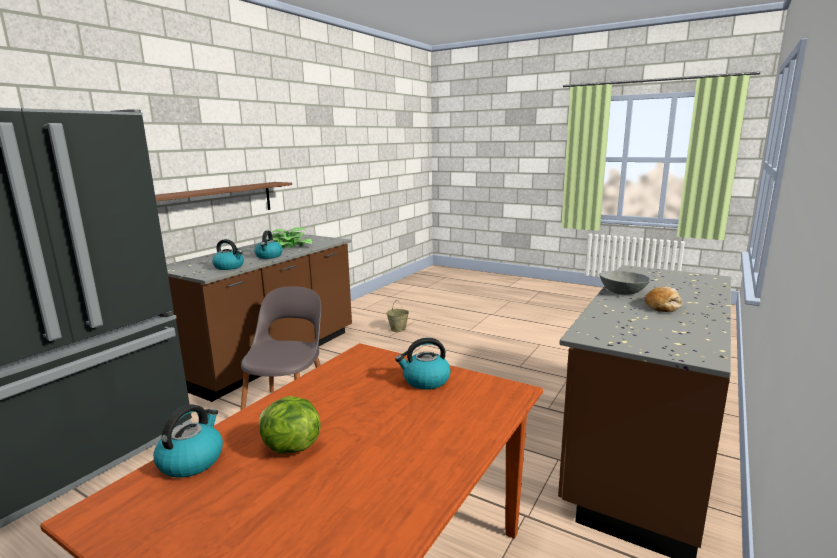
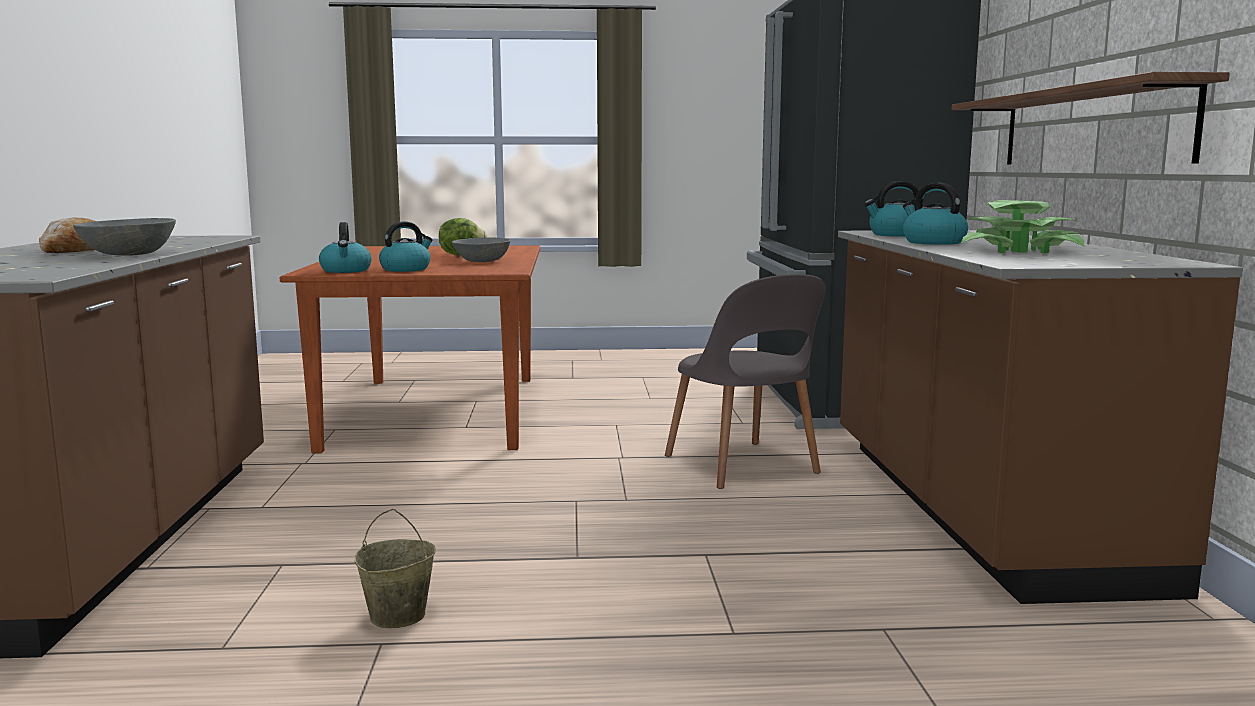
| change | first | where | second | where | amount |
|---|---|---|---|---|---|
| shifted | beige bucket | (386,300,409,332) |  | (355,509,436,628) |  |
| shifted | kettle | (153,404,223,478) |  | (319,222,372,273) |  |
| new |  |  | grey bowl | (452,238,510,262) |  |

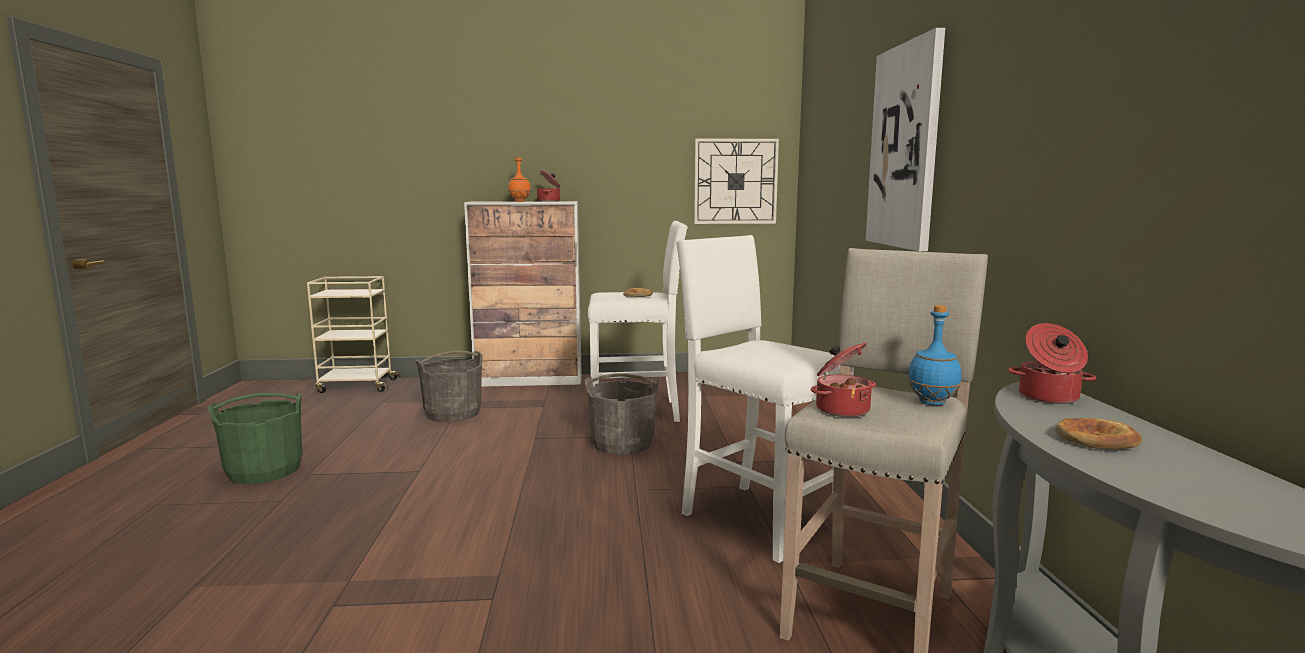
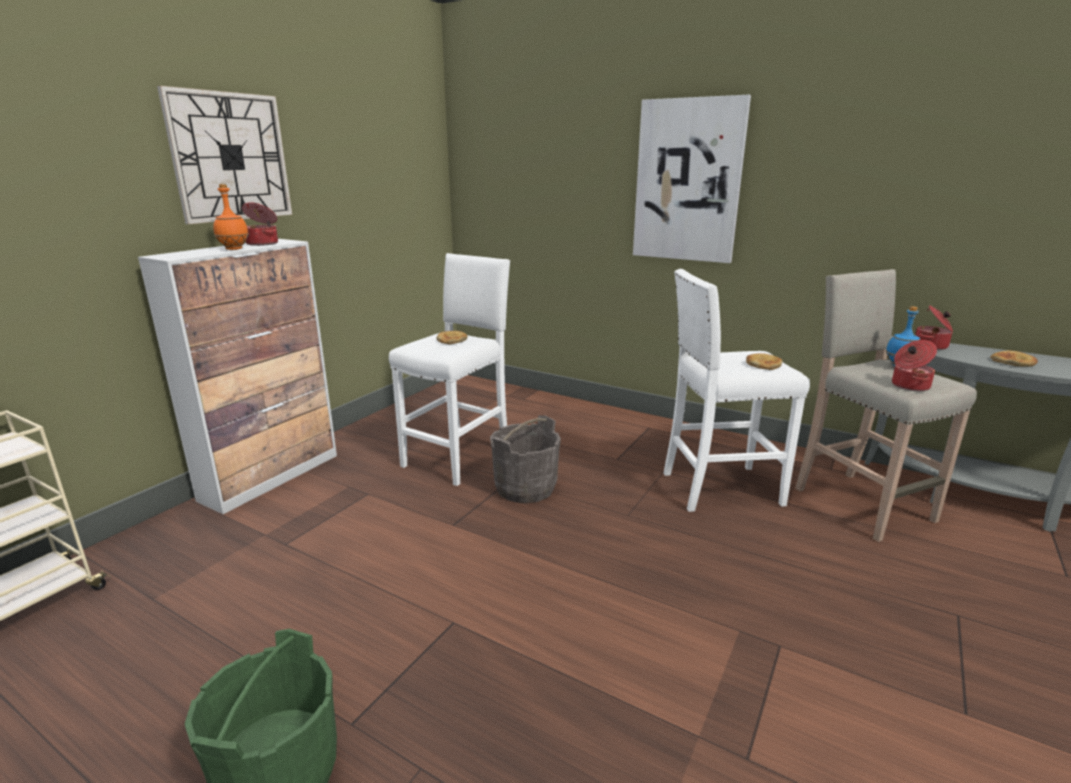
| change | first | where | second | where | amount |
|---|---|---|---|---|---|
| shifted | wall clock | (694,138,779,224) |  | (157,86,292,224) |  |
| gone | grey bucket | (415,351,483,422) |  |  |  |
| new |  |  | bread | (746,353,783,370) |  |

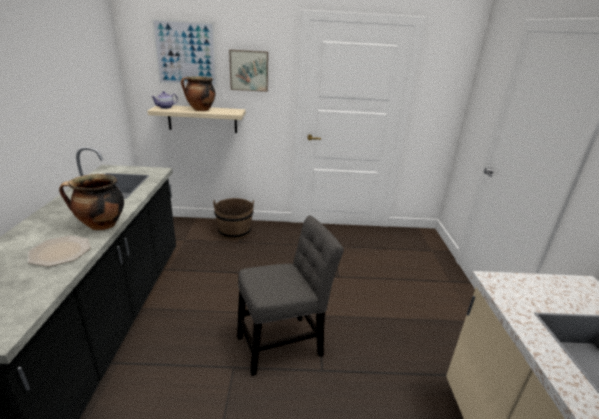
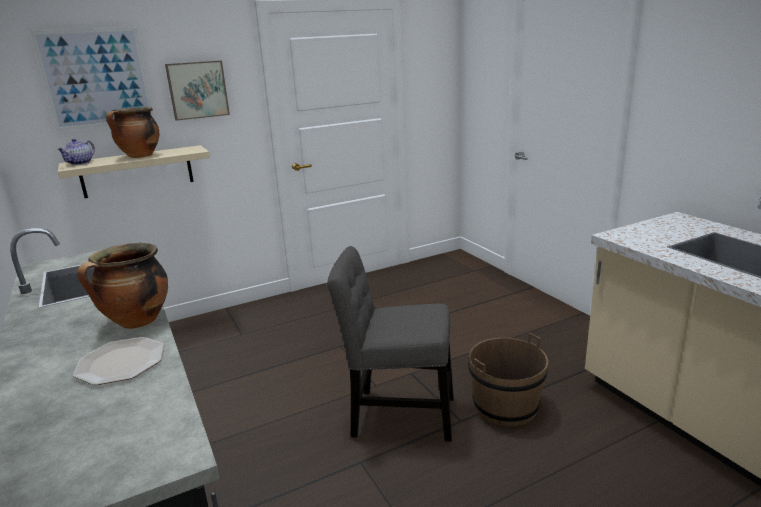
| change | first | where | second | where | amount |
|---|---|---|---|---|---|
| shifted | brown bucket | (213,198,254,240) |  | (468,333,548,426) |  |
| rotated | grey chair | (237,216,344,376) |  | (327,246,454,441) | 120 degrees counterclockwise |

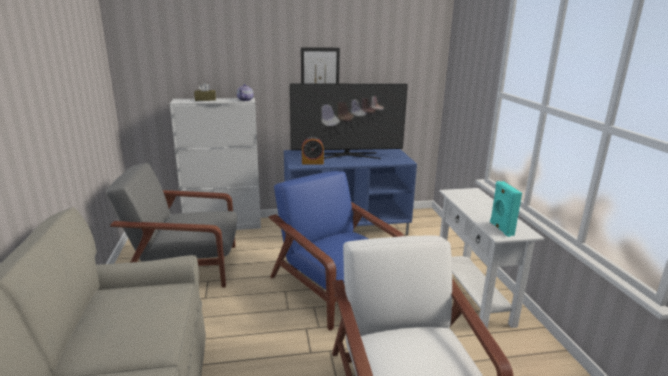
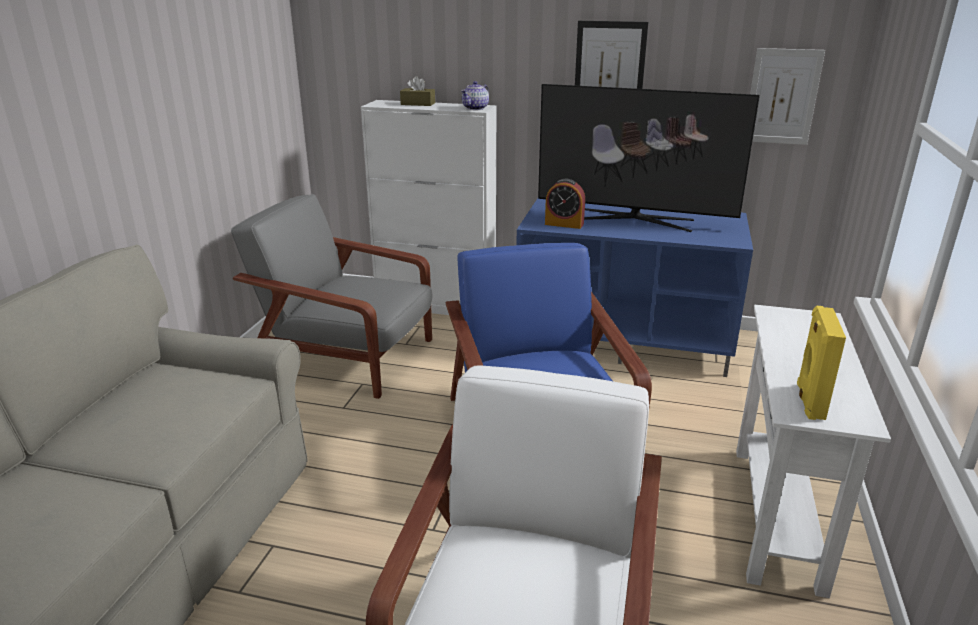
| change | first | where | second | where | amount |
|---|---|---|---|---|---|
| repainted | turquoise speaker | (490,181,522,237) | yellow speaker | (797,305,846,420) |  |
| new |  |  | picture | (750,48,825,145) |  |

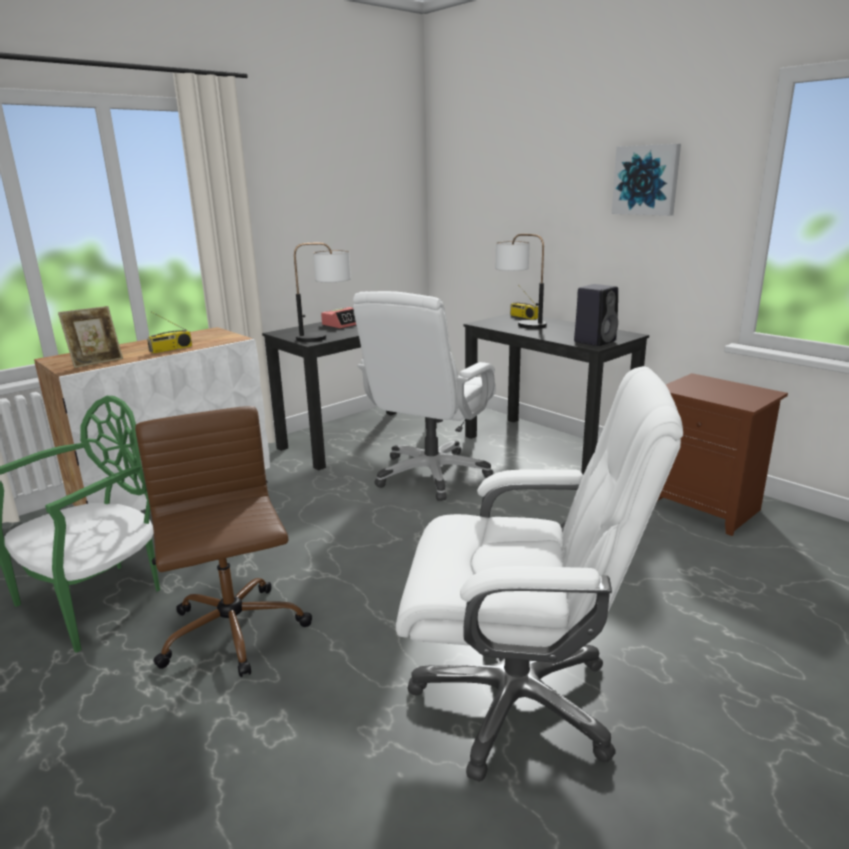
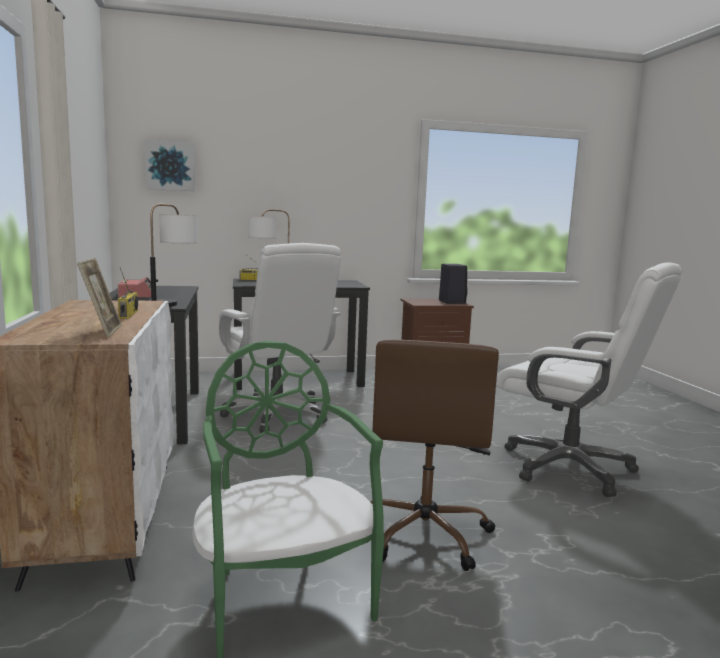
| change | first | where | second | where | amount |
|---|---|---|---|---|---|
| shifted | picture | (612,144,681,216) |  | (144,140,195,191) |  |
| shifted | black speaker | (574,284,618,346) |  | (439,264,468,304) |  |
| rotated | white office chair | (396,366,683,782) |  | (496,262,682,497) | 90 degrees clockwise |
| rotated | brown office chair | (135,406,312,677) |  | (370,340,499,571) | 90 degrees counterclockwise |

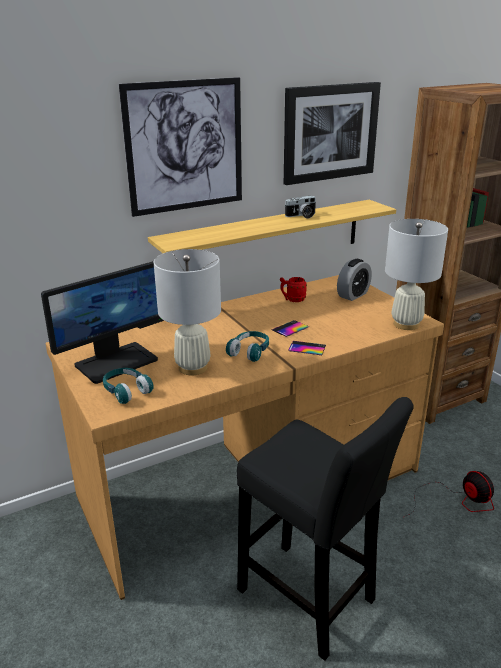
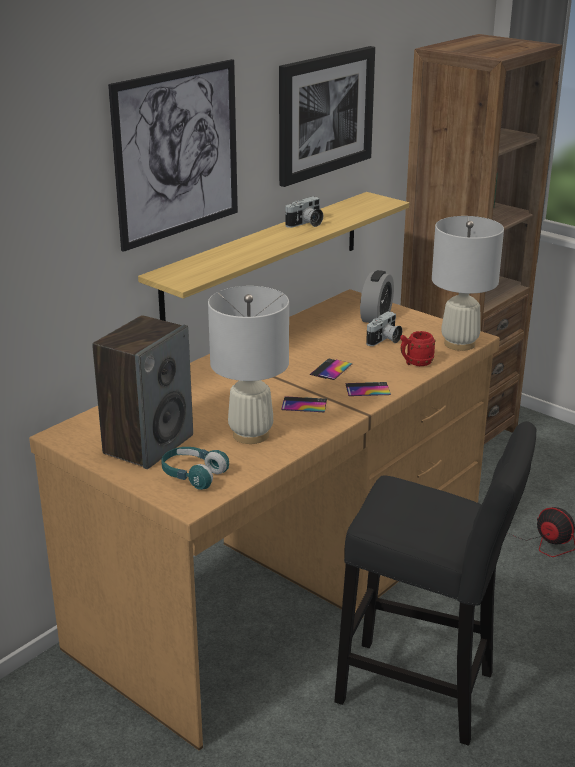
| change | first | where | second | where | amount |
|---|---|---|---|---|---|
| swapped | monitor | (41,261,164,384) | speaker | (92,315,193,469) |  |
| shifted | red mug | (280,277,307,302) |  | (400,331,436,366) |  |
| swapped | turquoise headphones | (226,331,269,362) | phone | (281,396,327,412) |  |
| new |  |  | photo camera | (366,311,402,346) |  |

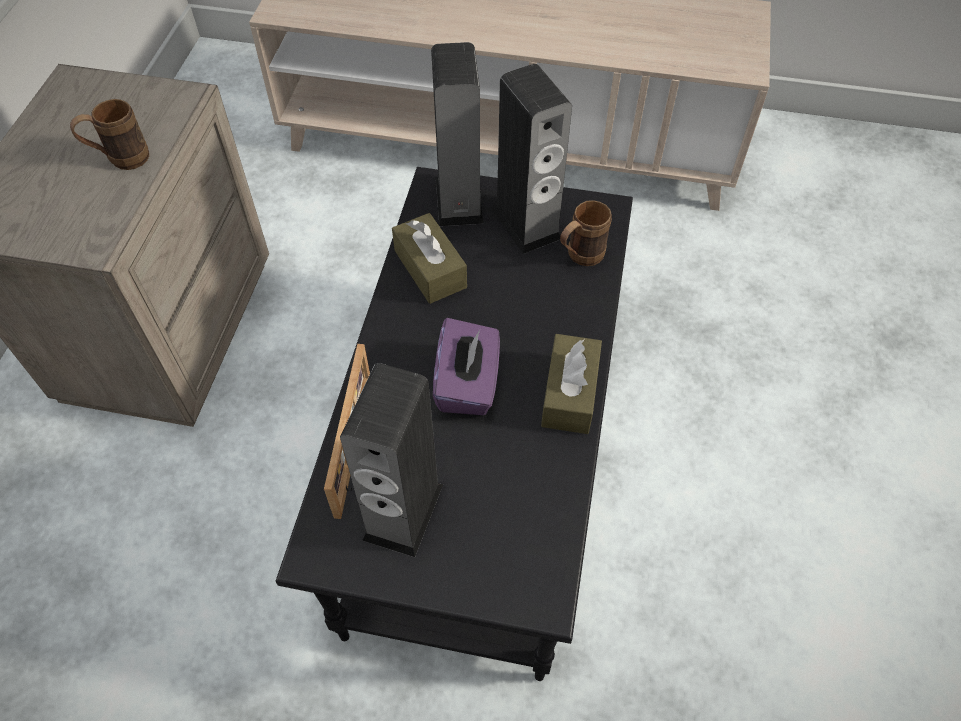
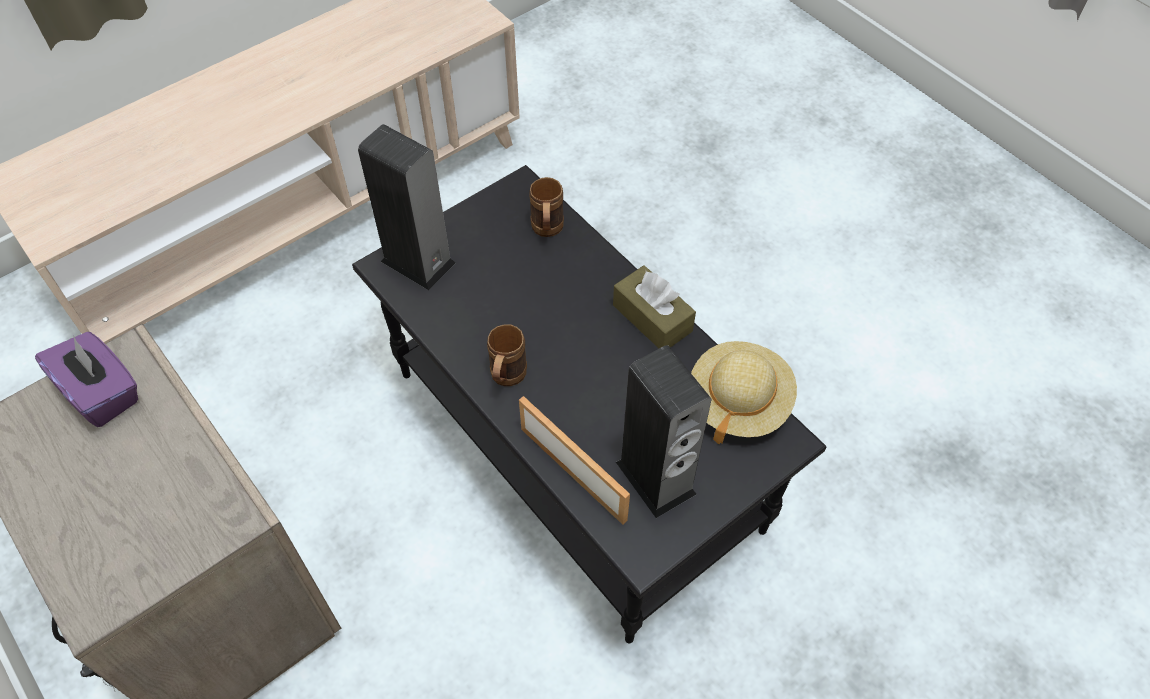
| change | first | where | second | where | amount |
|---|---|---|---|---|---|
| gone | speaker | (493,64,572,254) |  |  |  |
| shifted | brown mug | (70,99,149,170) |  | (487,325,527,386) |  |
| gone | brown tissue box | (392,213,467,304) |  |  |  |
| shifted | purple tissue box | (433,318,500,415) |  | (35,332,138,427) |  |
| new |  |  | beige hat | (691,341,797,444) |  |

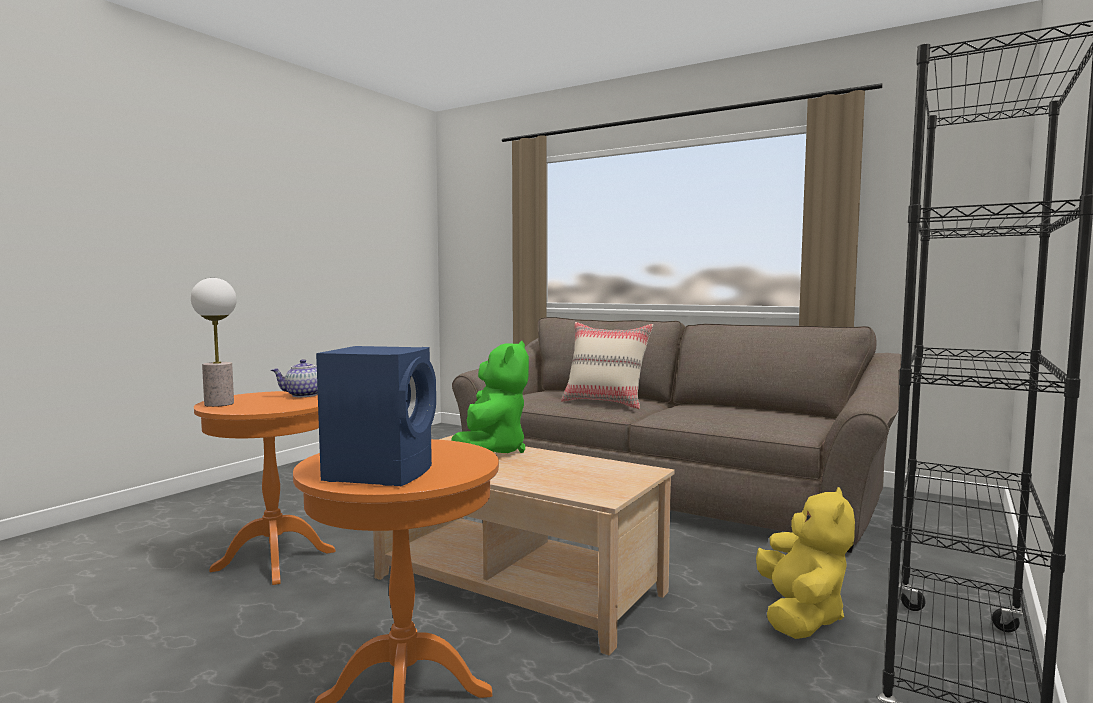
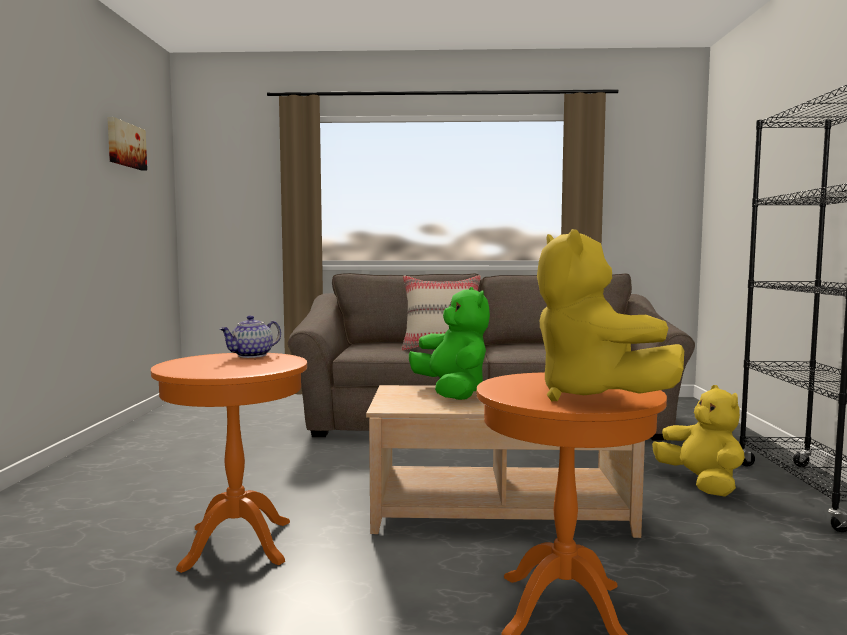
| change | first | where | second | where | amount |
|---|---|---|---|---|---|
| gone | table lamp | (191,278,237,407) |  |  |  |
| swapped | blue speaker | (316,346,436,486) | yellow plush toy | (537,229,684,401) |  |
| new |  |  | picture | (107,117,147,171) |  |

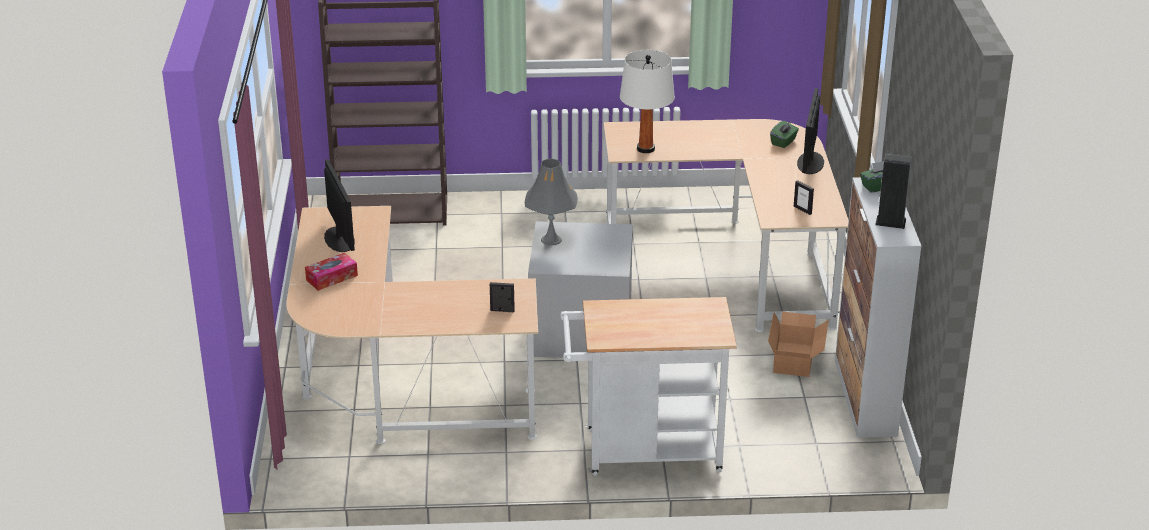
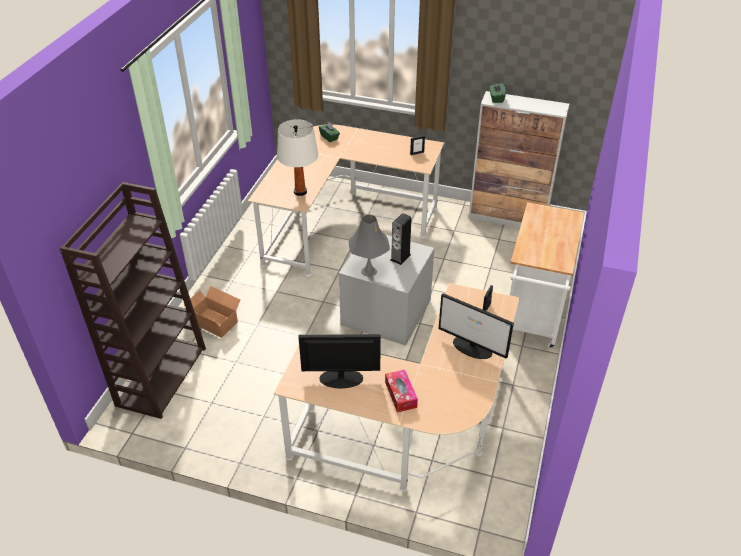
| change | first | where | second | where | amount |
|---|---|---|---|---|---|
| shifted | monitor | (797,88,824,174) |  | (439,293,514,359) |  |
| shifted | speaker | (875,153,912,229) |  | (390,213,412,265) |  |
| shifted | cardboard box | (768,311,829,377) |  | (184,286,240,338) |  |

